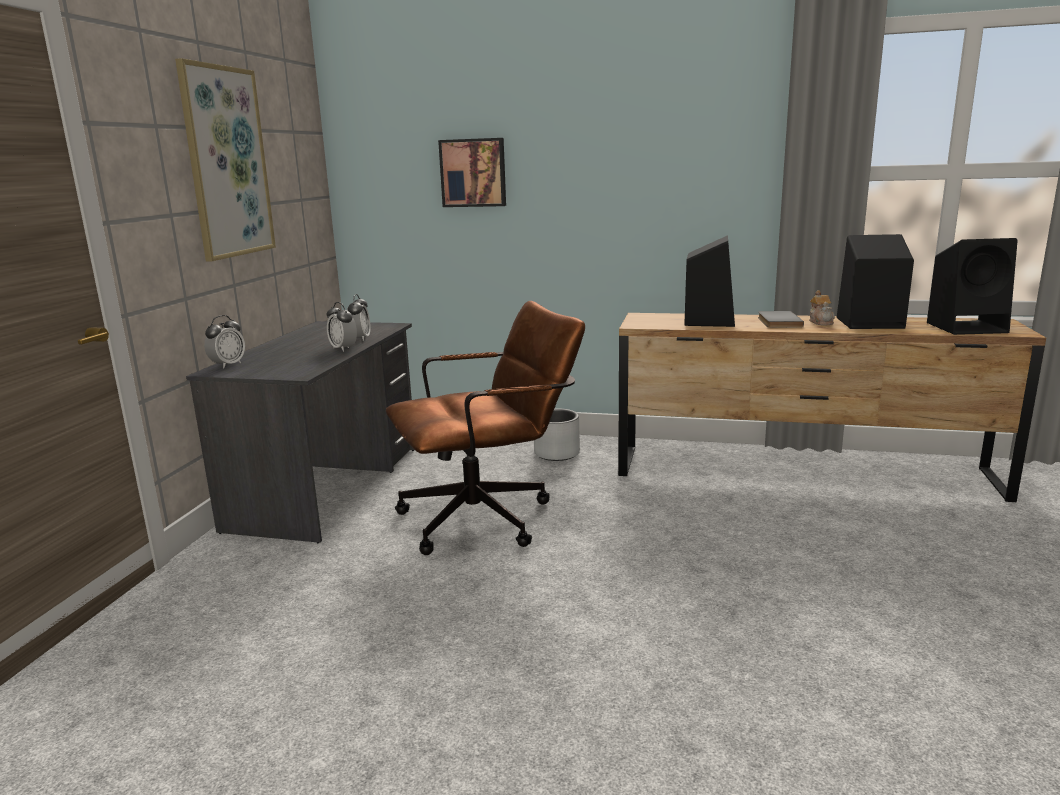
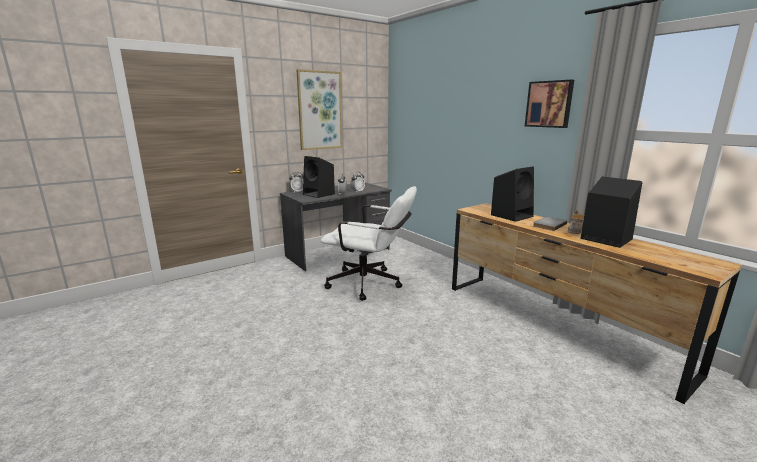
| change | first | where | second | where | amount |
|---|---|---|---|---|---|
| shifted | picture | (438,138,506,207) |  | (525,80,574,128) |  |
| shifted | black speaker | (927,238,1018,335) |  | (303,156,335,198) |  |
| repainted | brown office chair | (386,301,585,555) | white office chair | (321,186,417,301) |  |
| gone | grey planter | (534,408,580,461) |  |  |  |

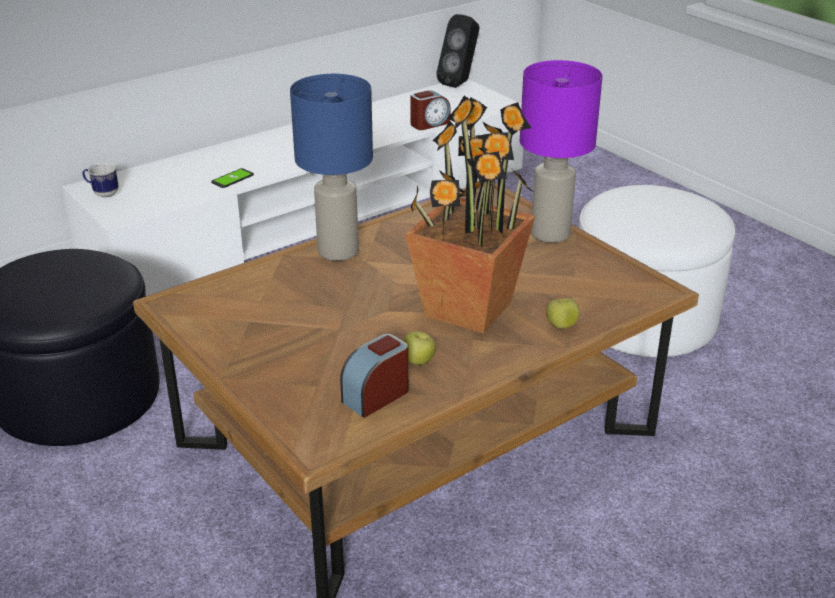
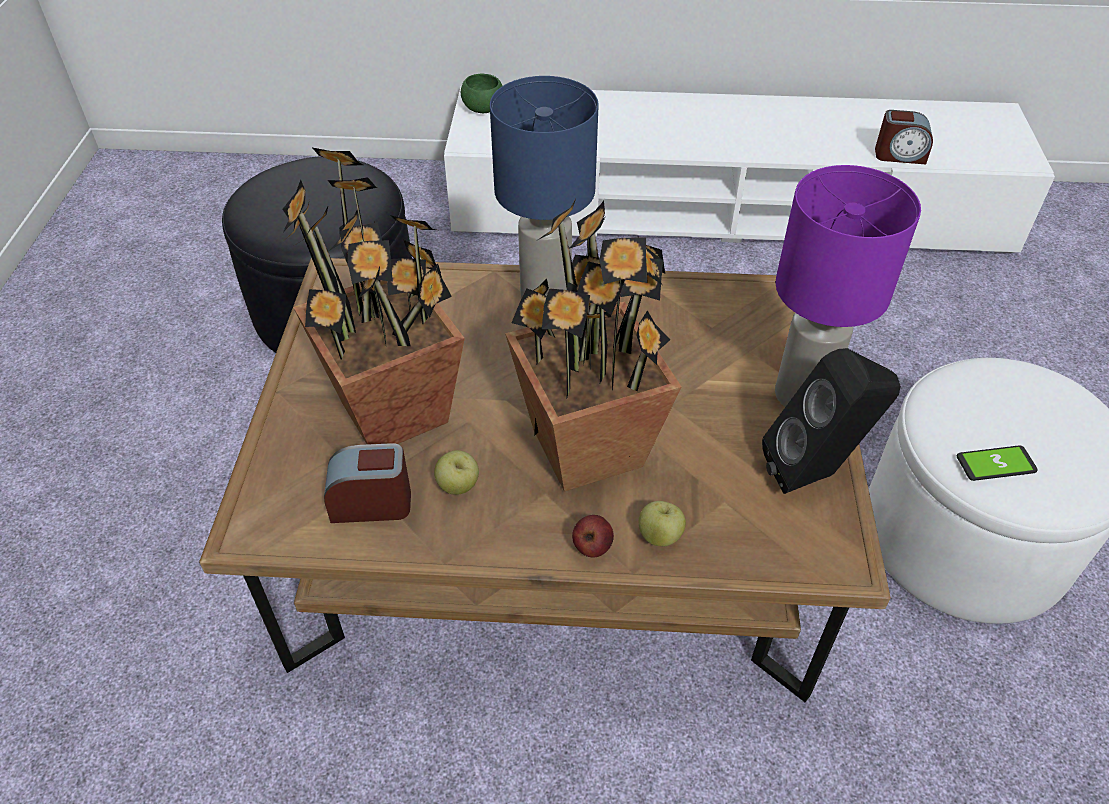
| change | first | where | second | where | amount |
|---|---|---|---|---|---|
| shifted | black speaker | (436,14,479,88) |  | (762,348,901,494) |  |
| swapped | mug | (82,163,119,198) | green bowl | (461,73,502,113) |  |
| shifted | phone | (211,168,254,188) |  | (957,445,1038,481) |  |
| new |  |  | potted plant | (281,148,465,445) |  |
| new |  |  | apple | (572,515,614,558) |  |

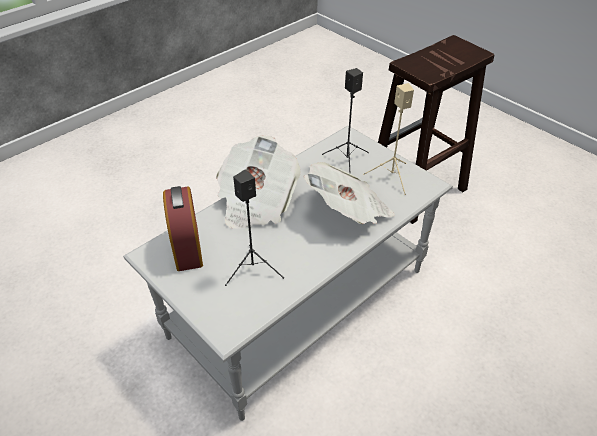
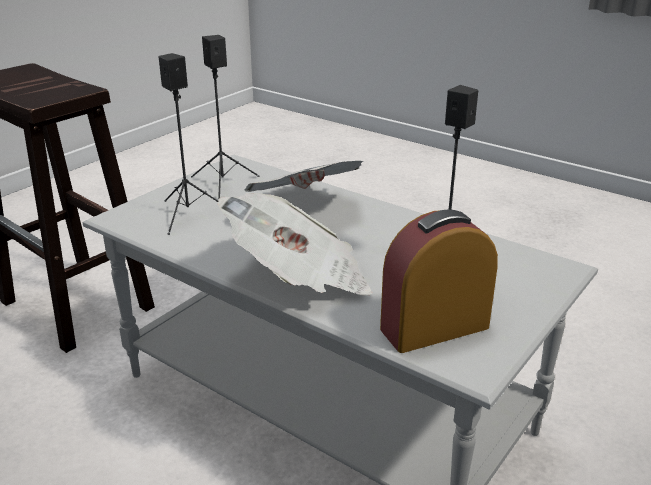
| change | first | where | second | where | amount |
|---|---|---|---|---|---|
| repainted | beige speaker | (363,83,414,195) | black speaker | (191,35,259,199) |  |

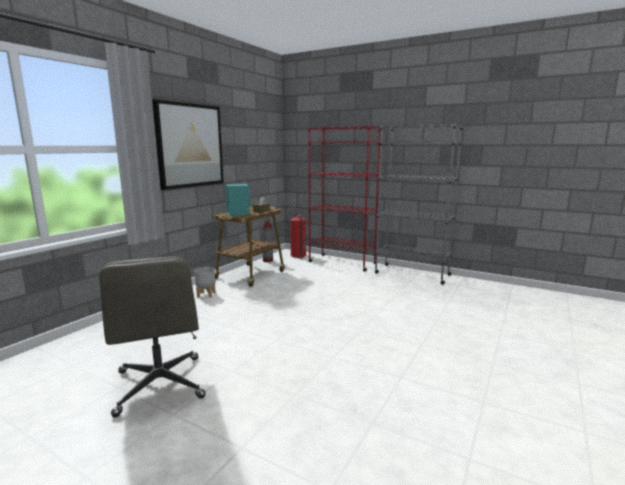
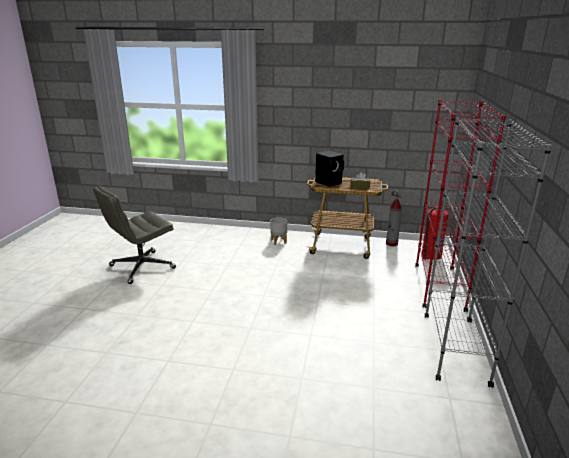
| change | first | where | second | where | amount |
|---|---|---|---|---|---|
| gone | picture | (152,99,224,190) |  |  |  |
| repainted | turquoise speaker | (226,184,250,216) | black speaker | (315,151,344,187) |  |

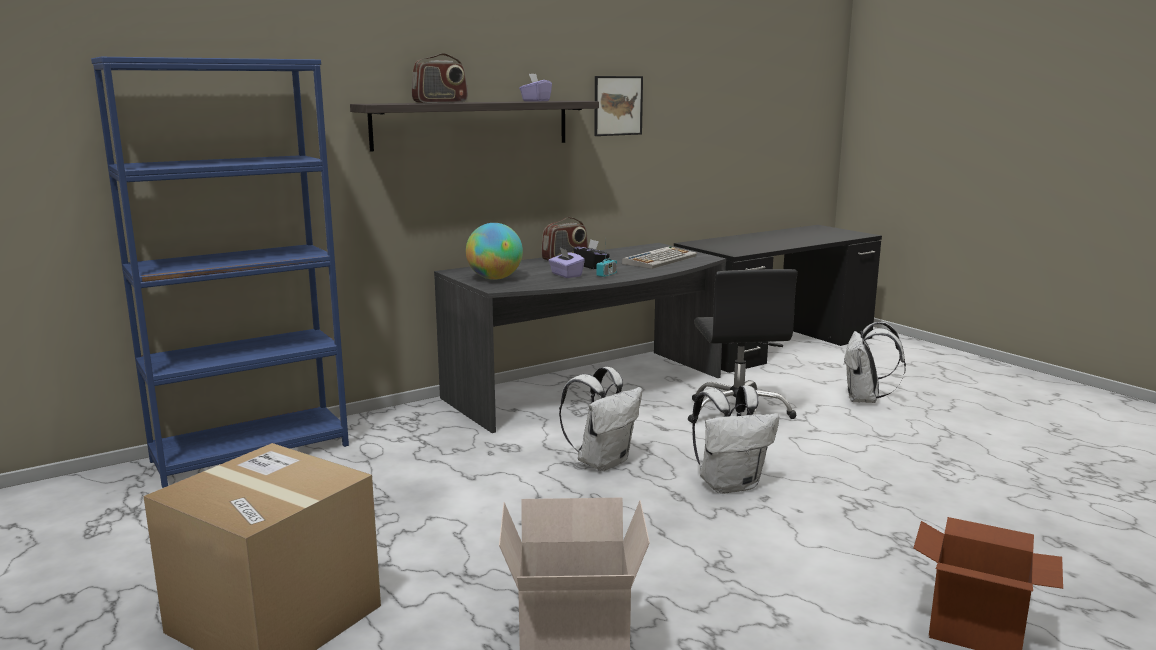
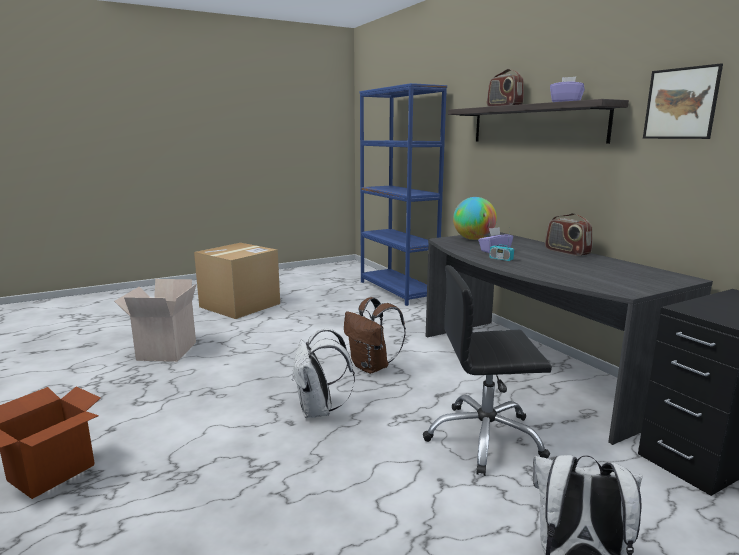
| change | first | where | second | where | amount |
|---|---|---|---|---|---|
| gone | black tissue box | (574,239,610,269) |  |  |  |
| gone | keyboard | (622,246,697,269) |  |  |  |
| repainted | white backpack | (559,367,642,471) | brown backpack | (344,297,406,374) |  |

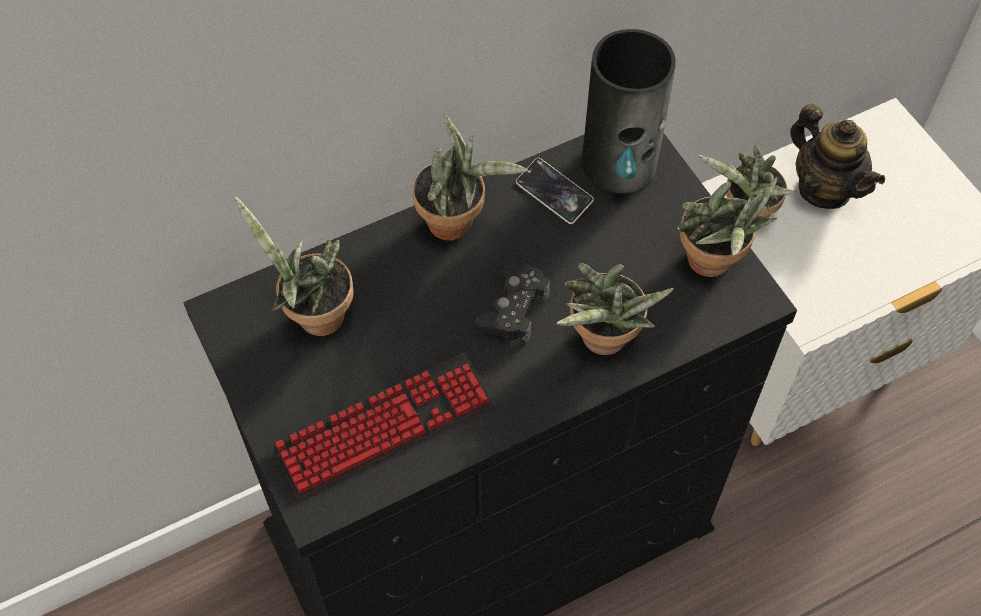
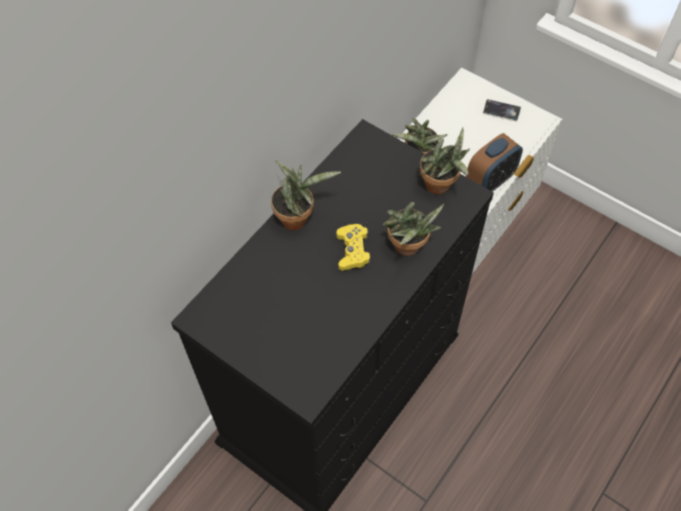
| change | first | where | second | where | amount |
|---|---|---|---|---|---|
| gone | vase | (582,29,676,194) |  |  |  |
| gone | teapot | (790,103,885,209) |  |  |  |
| shifted | phone | (516,158,594,224) |  | (483,99,521,121) |  |
| gone | potted plant | (235,197,354,336) |  |  |  |
| repainted | black game controller | (475,264,550,342) | yellow game controller | (336,224,370,271) |  |
| gone | keyboard | (272,353,493,498) |  |  |  |
| new |  |  | alarm clock | (466,133,523,192) |  |

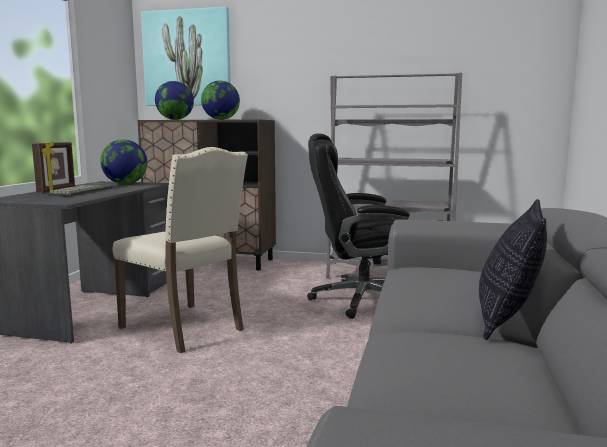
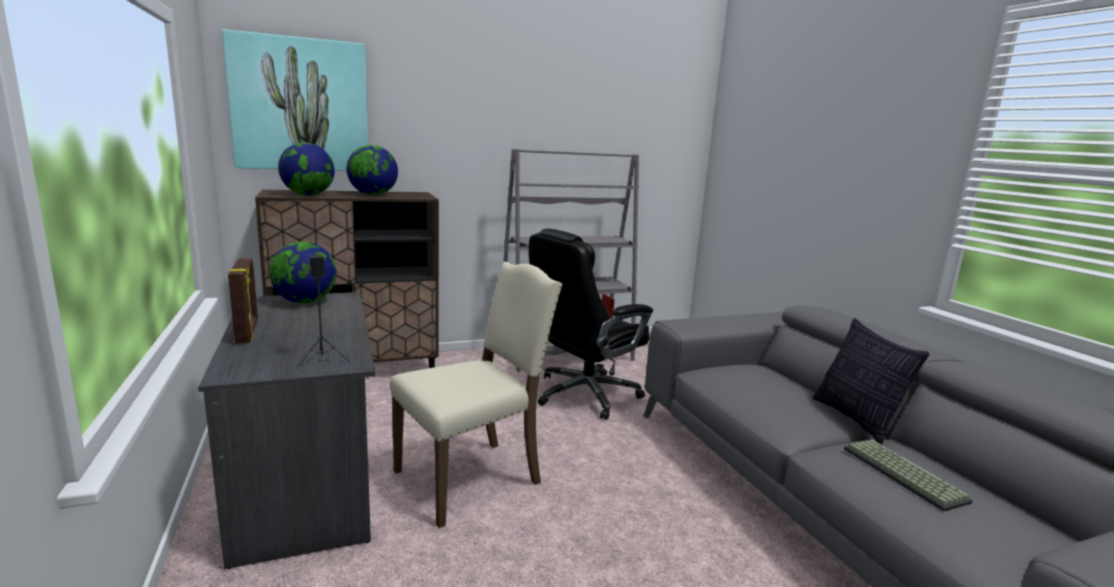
| change | first | where | second | where | amount |
|---|---|---|---|---|---|
| rotated | beige chair | (113,147,248,353) |  | (390,262,563,528) | 45 degrees counterclockwise |
| shifted | keyboard | (48,183,113,197) |  | (844,439,973,512) |  |
| new |  |  | black speaker | (295,255,351,369) |  |

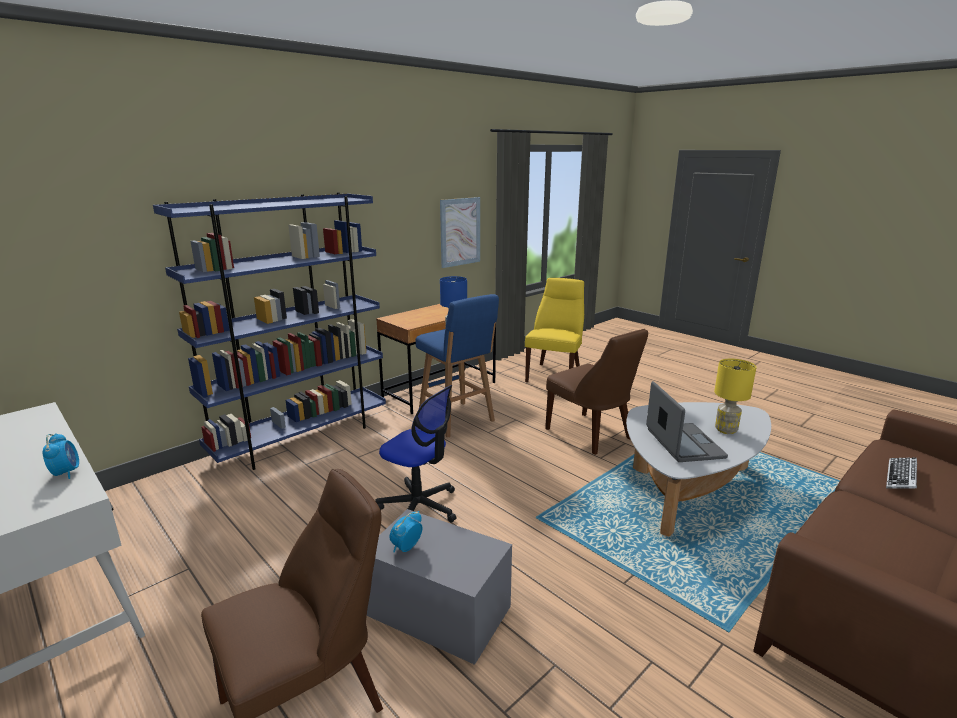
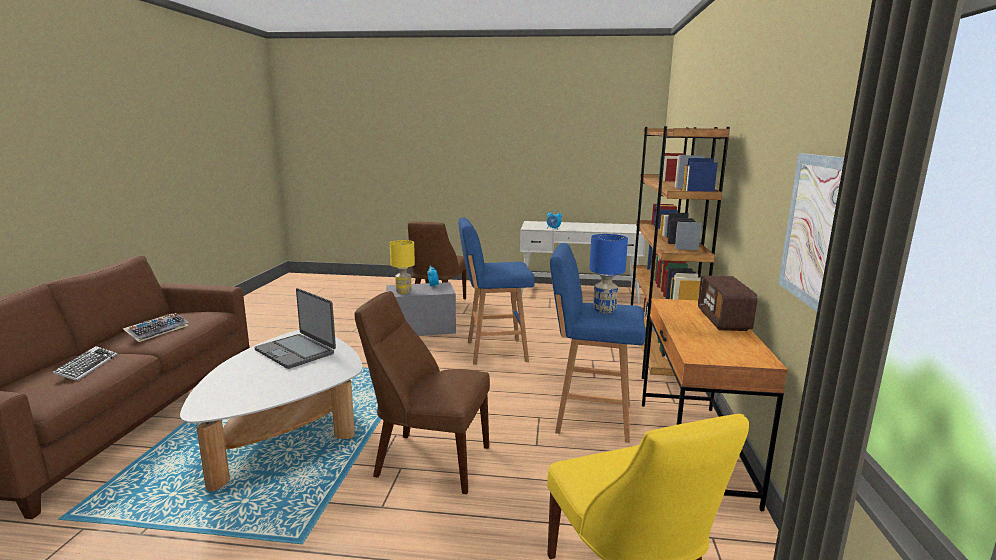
| change | first | where | second | where | amount |
|---|---|---|---|---|---|
| repainted | blue bookcase | (153,192,386,470) | brown bookcase | (631,126,730,379) |  |
| shifted | yellow table lamp | (714,359,756,434) |  | (390,240,415,294) |  |
| swapped | office chair | (375,385,457,523) | blue stool | (458,217,535,365) |  |
| new |  |  | radio | (698,275,757,331) |  |
| new |  |  | keyboard | (123,313,189,342) |  |

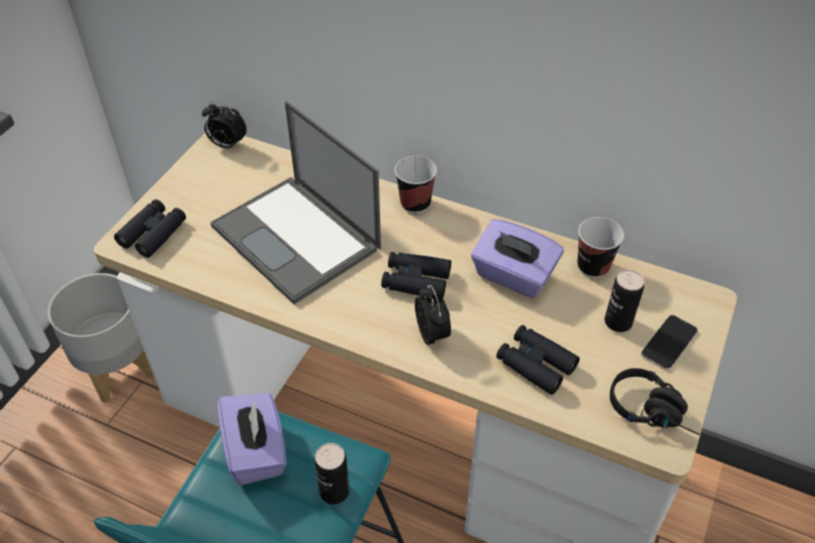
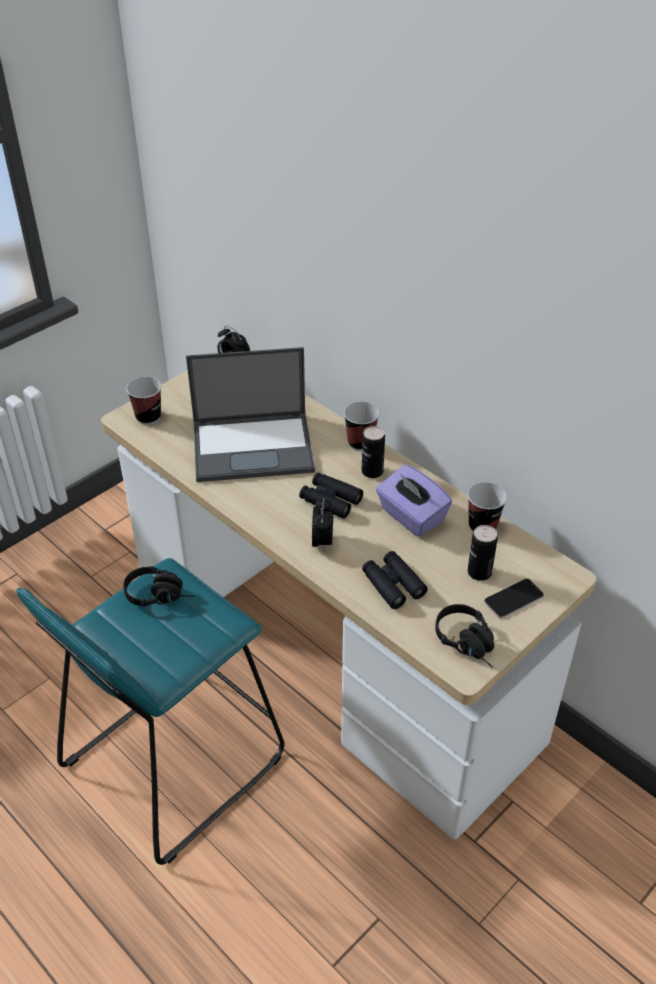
| change | first | where | second | where | amount |
|---|---|---|---|---|---|
| rotated | laptop | (210,101,381,304) |  | (186,347,315,482) | 75 degrees counterclockwise |
| swapped | black binoculars | (114,199,186,258) | cup | (126,377,162,425) |  |
| gone | grey planter | (48,273,155,403) |  |  |  |
| swapped | purple tissue box | (218,393,286,485) | black headphones | (123,566,195,607) |  |
| shifted | can | (314,443,349,504) |  | (362,426,385,478) |  |

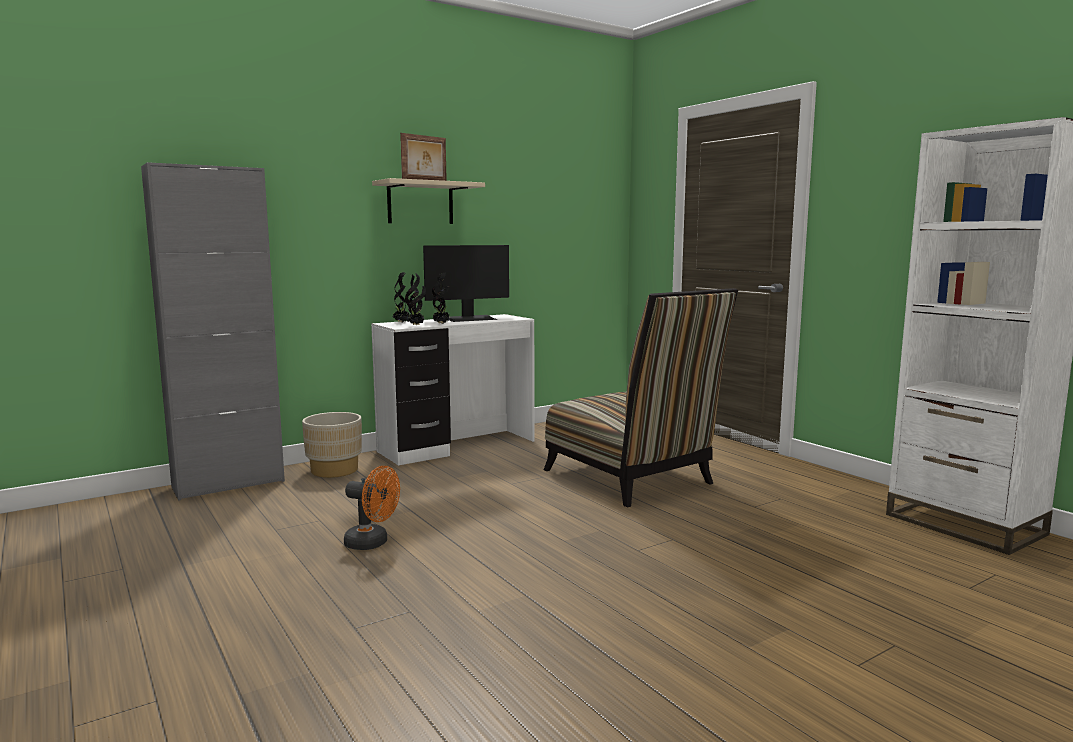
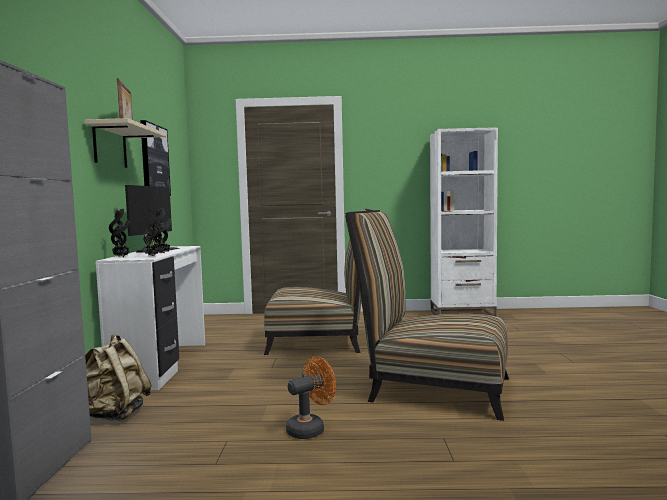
| change | first | where | second | where | amount |
|---|---|---|---|---|---|
| swapped | beige planter | (302,412,362,478) | beige backpack | (85,334,152,421) |  |
| new |  |  | picture | (140,120,171,196) |  |
| new |  |  | chair | (345,210,509,421) |  |

